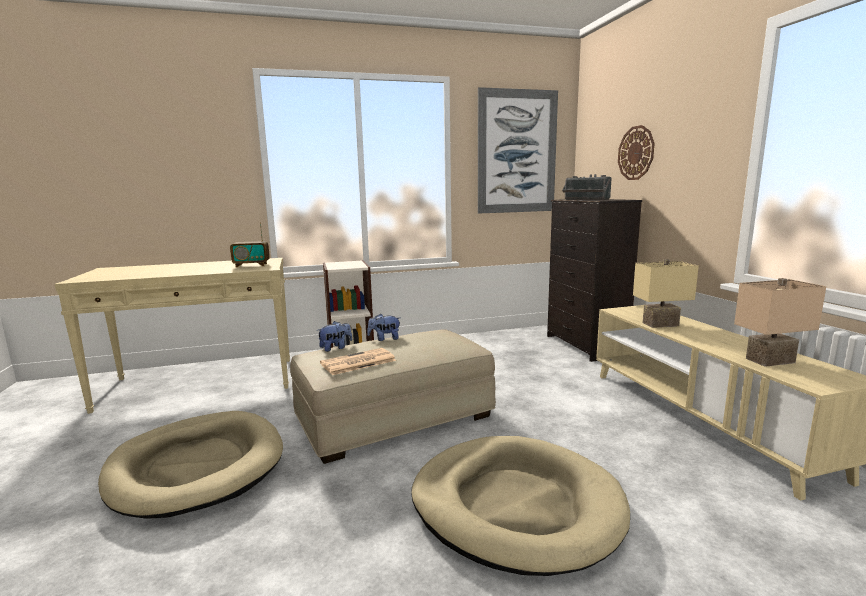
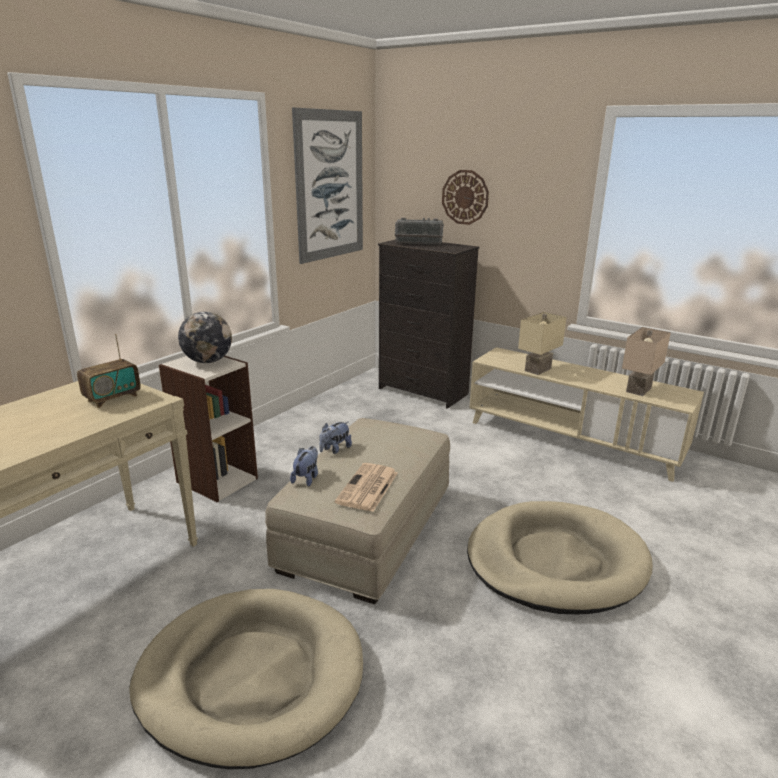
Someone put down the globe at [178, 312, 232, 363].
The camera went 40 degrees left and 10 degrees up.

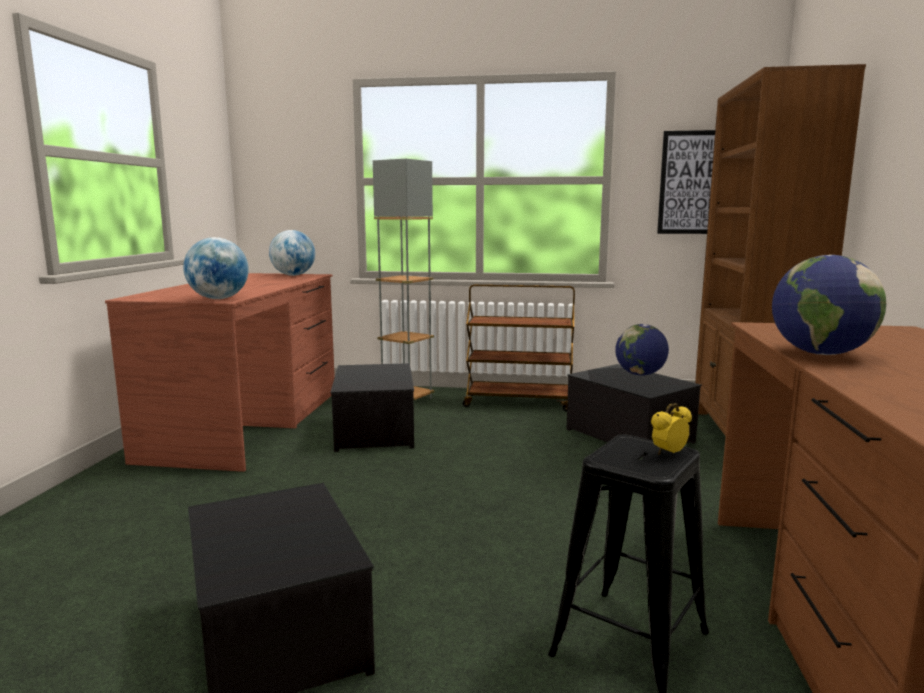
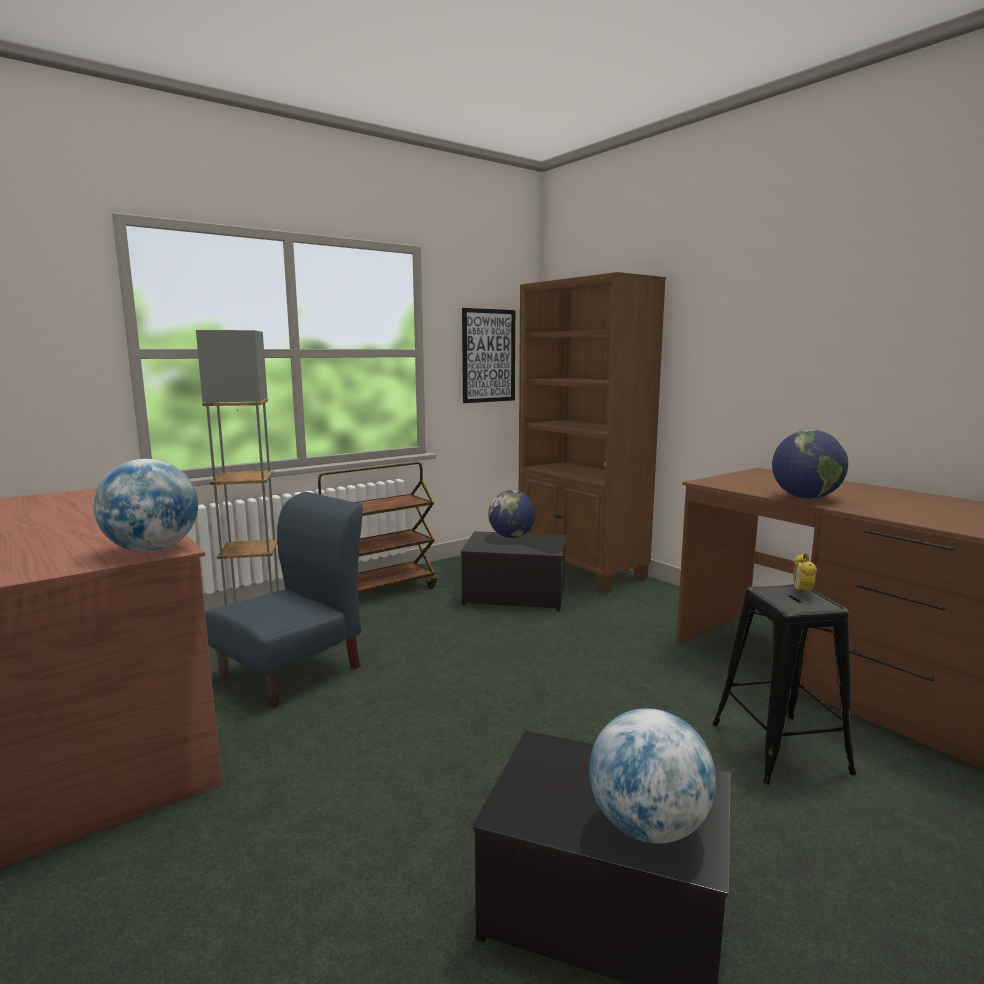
Someone swapped the boîte de rangement at [330, 363, 414, 452] for the chaise (bleu) at [205, 492, 363, 707].
Someone carried the globe from [269, 230, 315, 276] to [589, 708, 716, 844].
The camera went 45 degrees left and 0 degrees up.

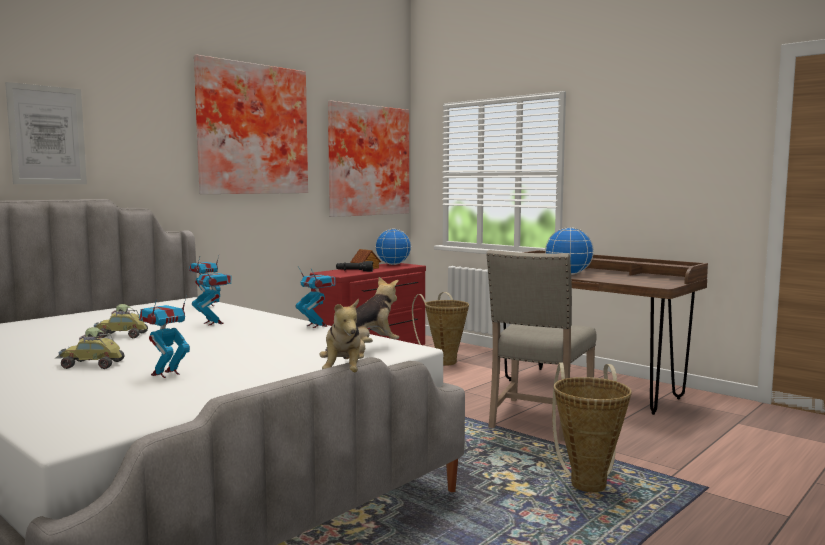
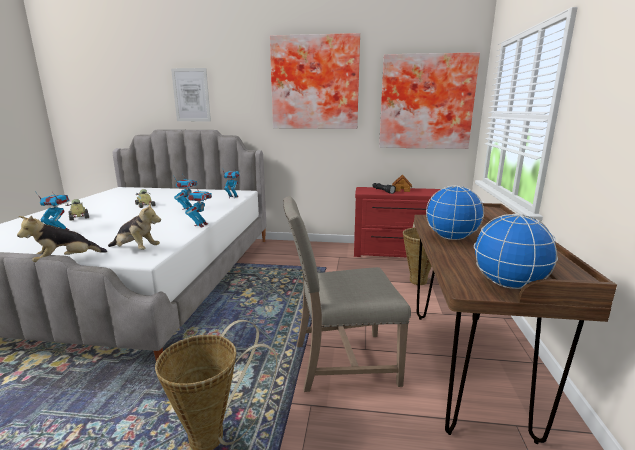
Someone carried the globe from [375, 229, 411, 265] to [474, 214, 558, 289].
The camera went 55 degrees right and 10 degrees up.

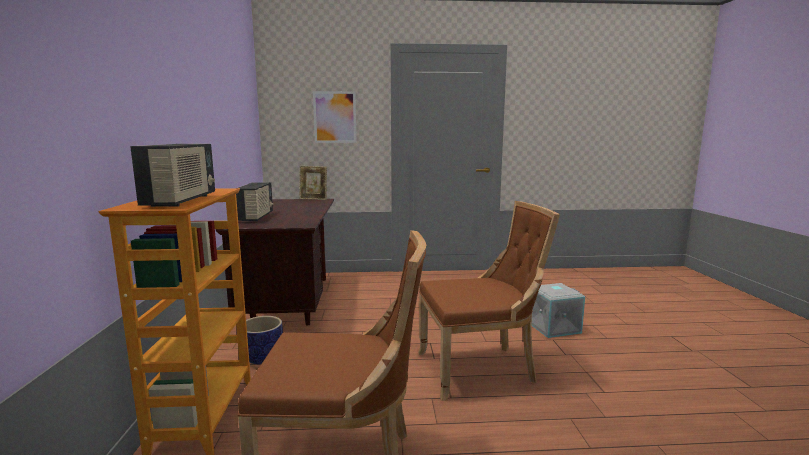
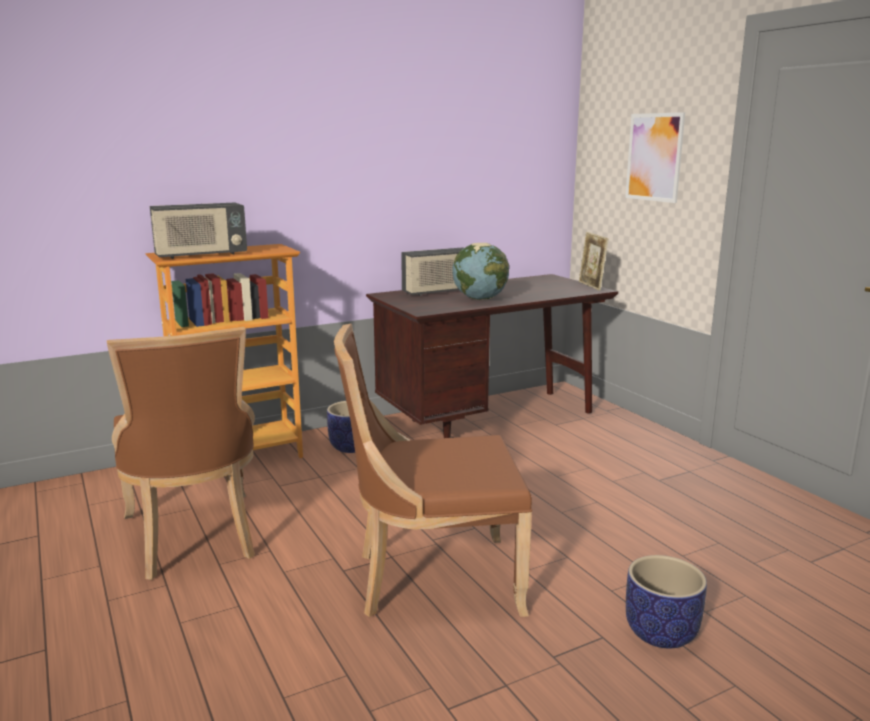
Someone rotated the chaise (marron) at [418, 201, 560, 401] by 120 degrees clockwise.
Someone put down the globe at [452, 243, 509, 300].
Someone swapped the boîte de rangement (gris) at [532, 283, 585, 338] for the cache-pot at [626, 555, 707, 648].
The camera went 65 degrees right and 5 degrees up.

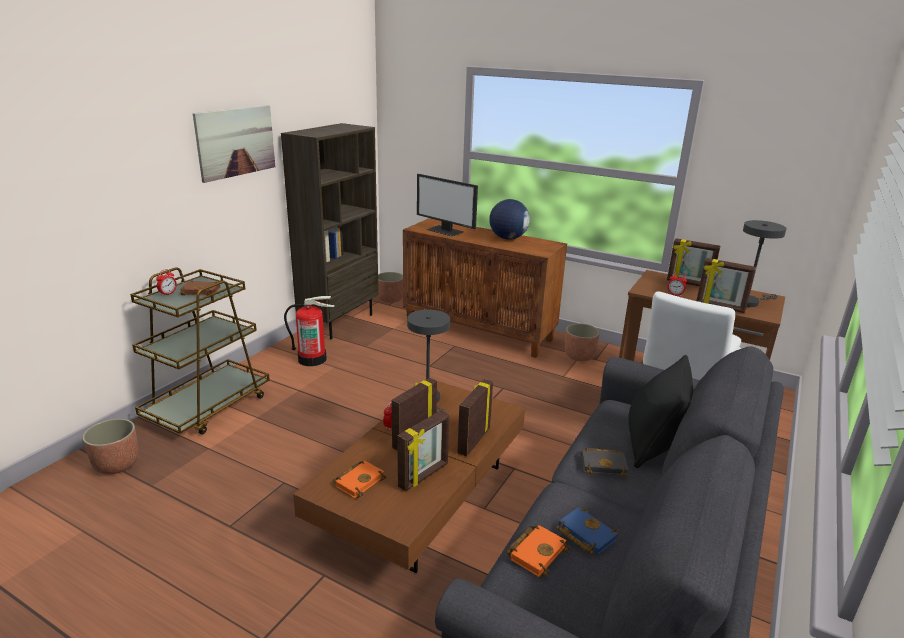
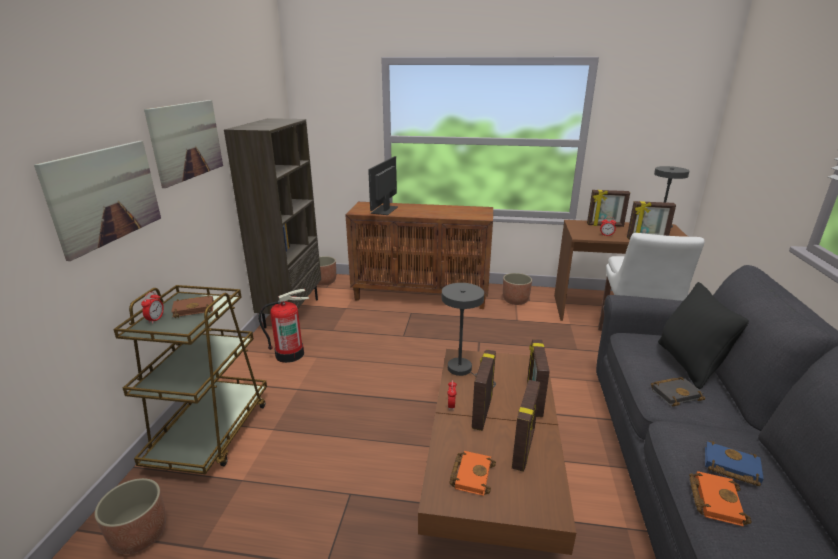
Someone put up the tableau at [34, 141, 161, 261].
Someone rotated the écran d'ordinateur at [417, 174, 478, 236] by 90 degrees clockwise.
Someone took away the globe at [489, 199, 530, 240].
The camera went 20 degrees left and 0 degrees up.

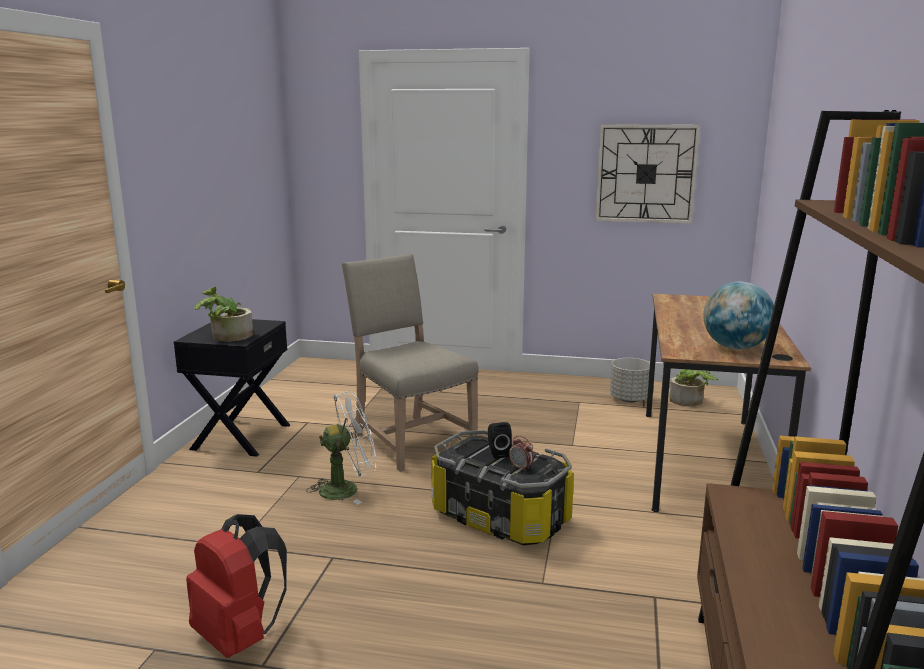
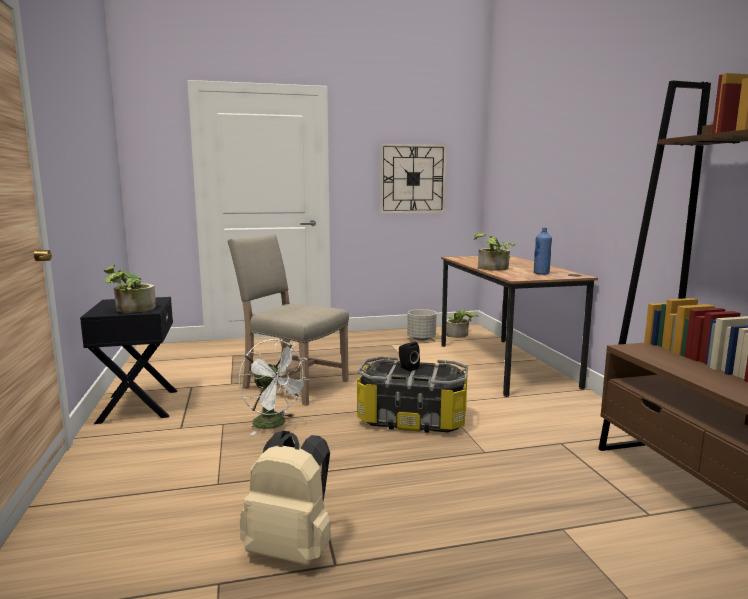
Someone rotated the ventilateur (blanc) at [306, 391, 376, 504] by 90 degrees clockwise.
Someone repainted the sac à dos (rouge) at [186, 514, 287, 658], which became the sac à dos (beige) at [240, 431, 331, 565].
Someone put down the plante en pot at [474, 233, 515, 271].
Someone swapped the globe at [703, 281, 774, 349] for the bouteille (bleu) at [534, 228, 552, 275].
Someone took away the réveil at [509, 435, 534, 472].
The camera went 25 degrees left and 5 degrees down.

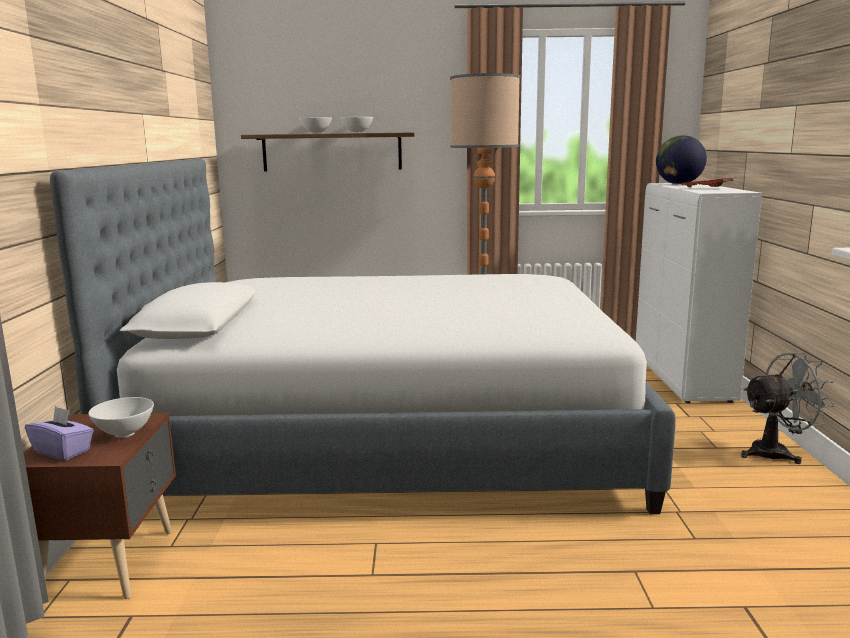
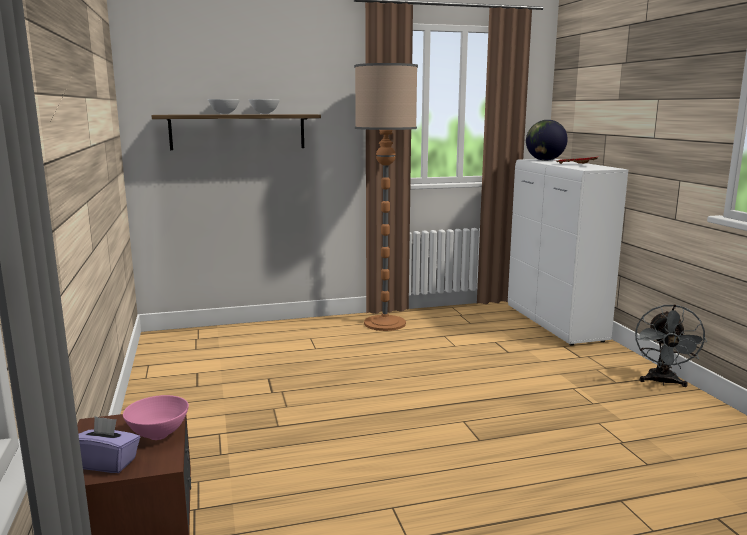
Someone repainted the bol (blanc) at [88, 397, 154, 438], which became the bol (rose) at [123, 395, 189, 440].
Someone rotated the ventilateur (gris) at [741, 352, 835, 464] by 135 degrees clockwise.
Someone took away the lit at [50, 158, 676, 514].
The camera went 15 degrees left and 0 degrees up.

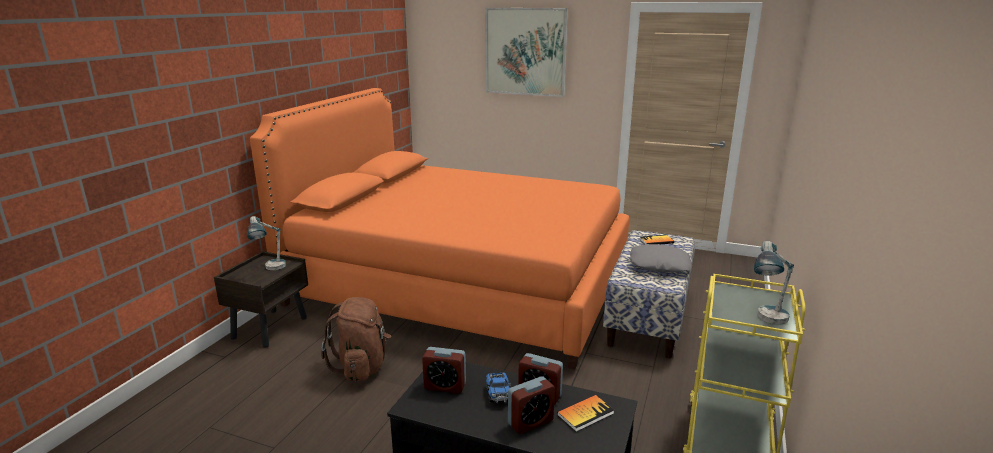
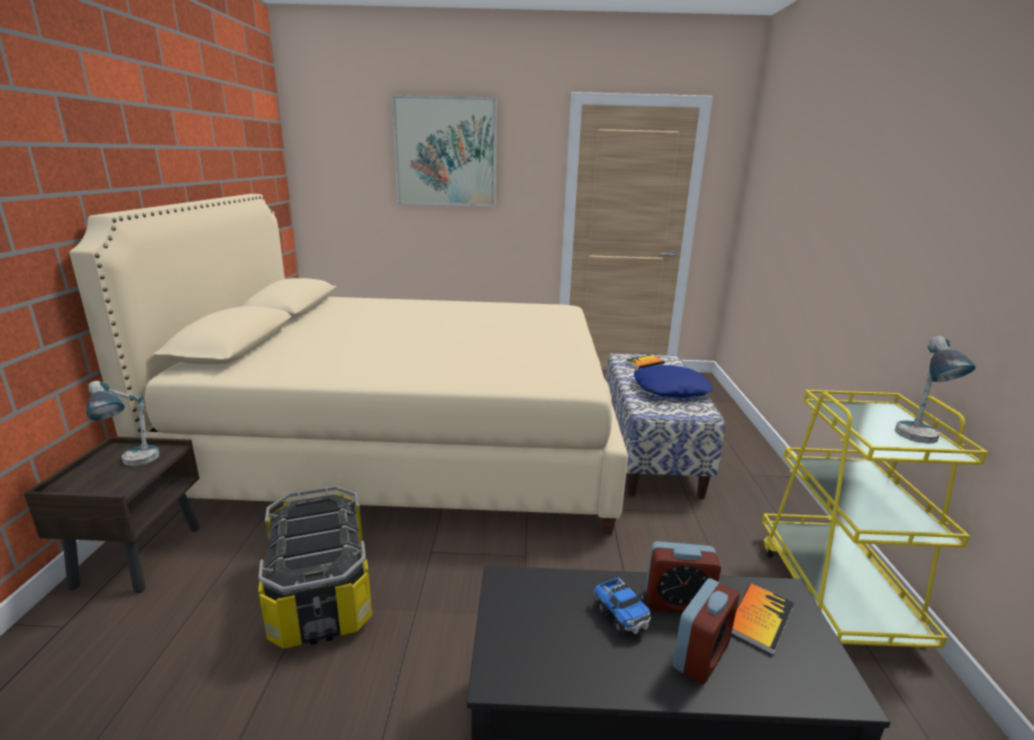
Someone repainted the lit (orange) at [250, 88, 629, 369], which became the lit (beige) at [70, 194, 628, 534].
Someone swapped the sac à dos (marron) at [321, 297, 391, 382] for the boîte de rangement at [258, 486, 372, 649].
Someone repainted the coussin (gris) at [630, 244, 692, 273], which became the coussin (bleu) at [634, 365, 712, 398].
Someone took away the réveil at [422, 347, 466, 394].
The camera went 20 degrees left and 0 degrees up.

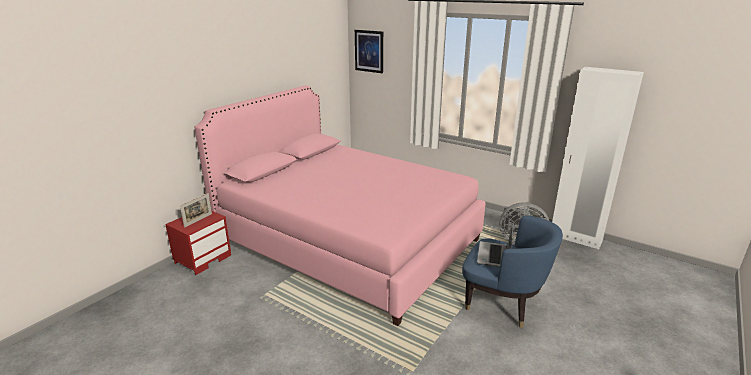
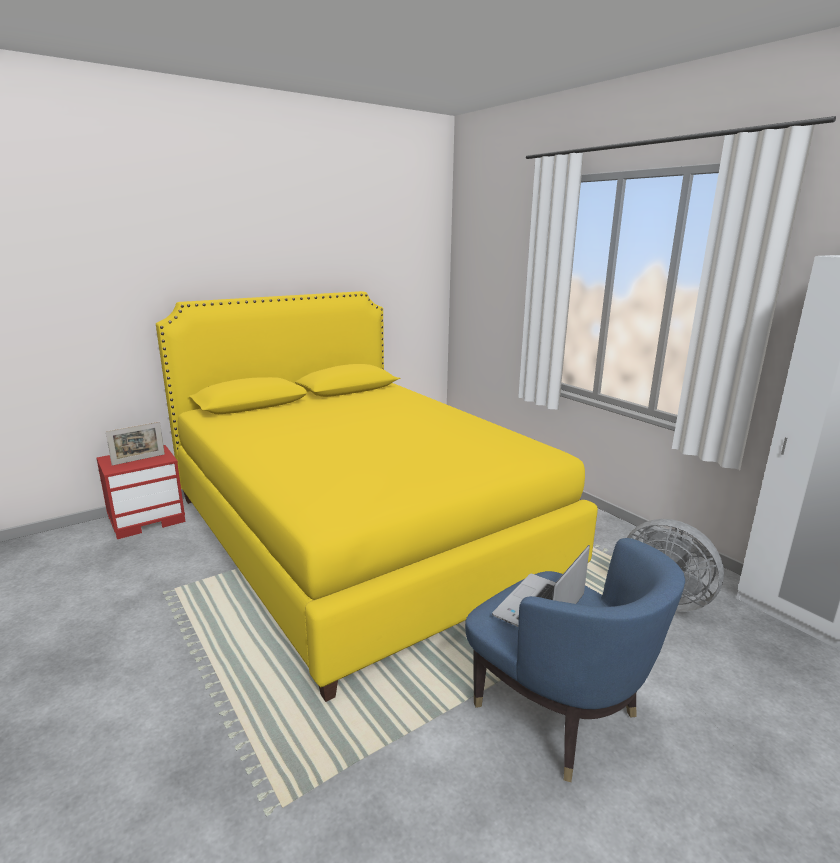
Someone repainted the lit (rose) at [195, 86, 486, 326], which became the lit (jaune) at [156, 291, 598, 702].
Someone took away the tableau at [355, 30, 383, 73].
The camera went 20 degrees right and 5 degrees down.

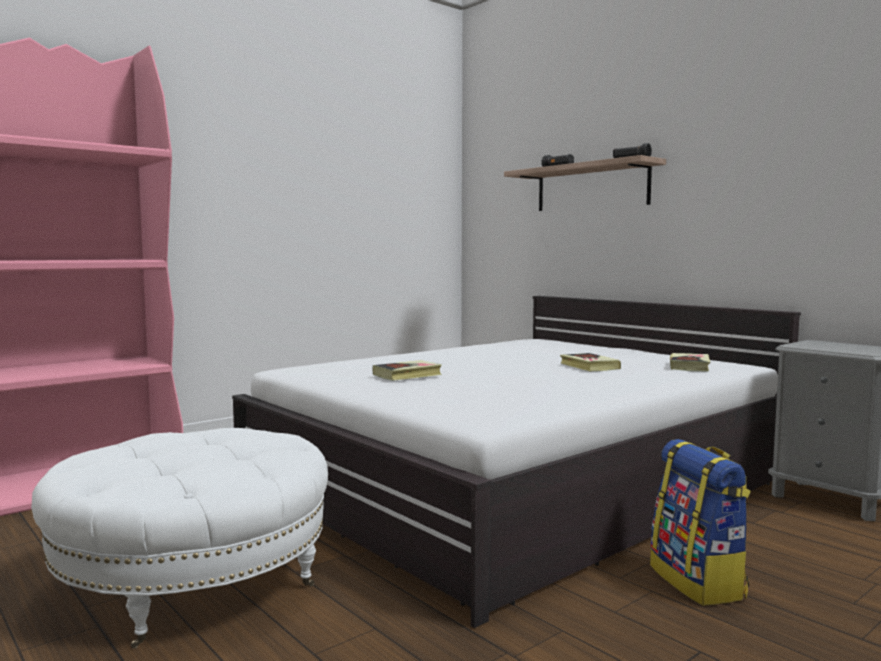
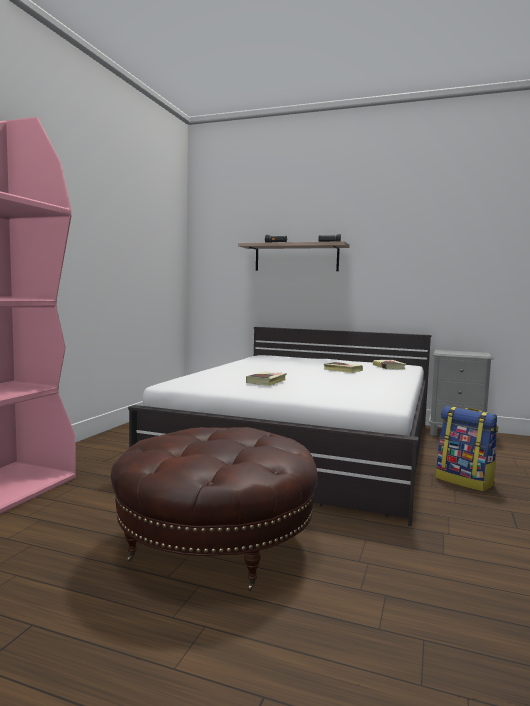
Someone repainted the pouf (blanc) at [31, 428, 328, 648], which became the pouf (marron) at [111, 427, 318, 590].
The camera went 30 degrees left and 0 degrees up.

